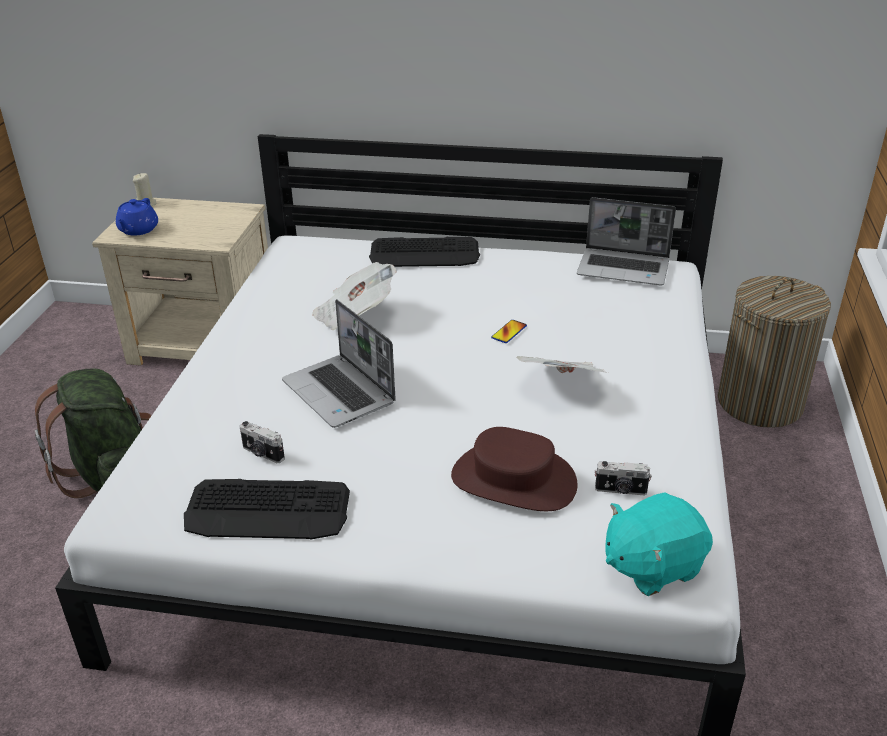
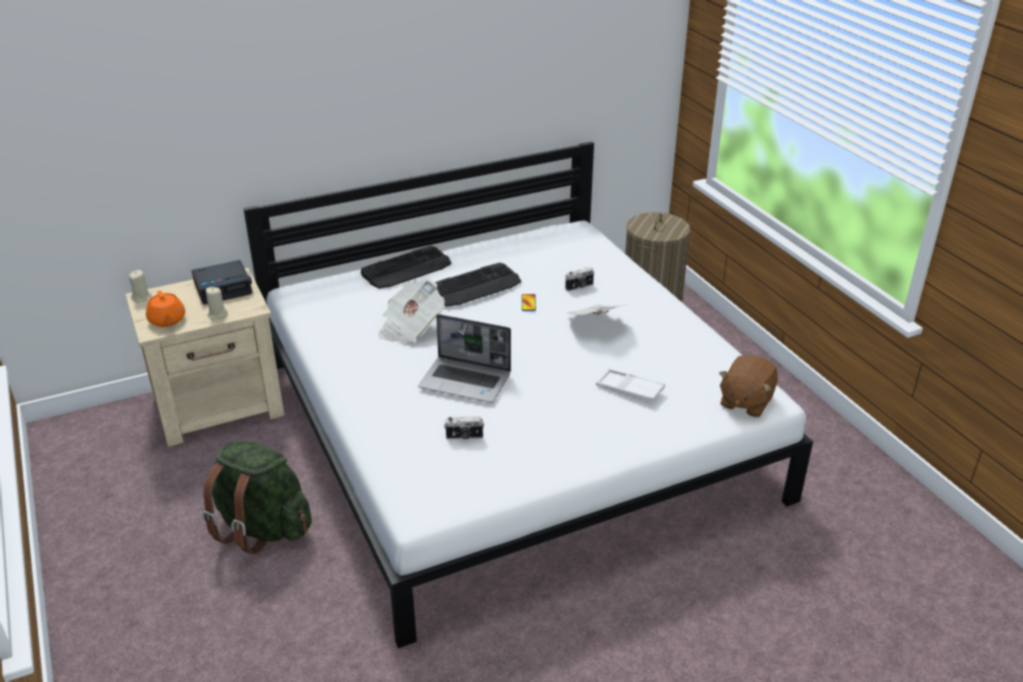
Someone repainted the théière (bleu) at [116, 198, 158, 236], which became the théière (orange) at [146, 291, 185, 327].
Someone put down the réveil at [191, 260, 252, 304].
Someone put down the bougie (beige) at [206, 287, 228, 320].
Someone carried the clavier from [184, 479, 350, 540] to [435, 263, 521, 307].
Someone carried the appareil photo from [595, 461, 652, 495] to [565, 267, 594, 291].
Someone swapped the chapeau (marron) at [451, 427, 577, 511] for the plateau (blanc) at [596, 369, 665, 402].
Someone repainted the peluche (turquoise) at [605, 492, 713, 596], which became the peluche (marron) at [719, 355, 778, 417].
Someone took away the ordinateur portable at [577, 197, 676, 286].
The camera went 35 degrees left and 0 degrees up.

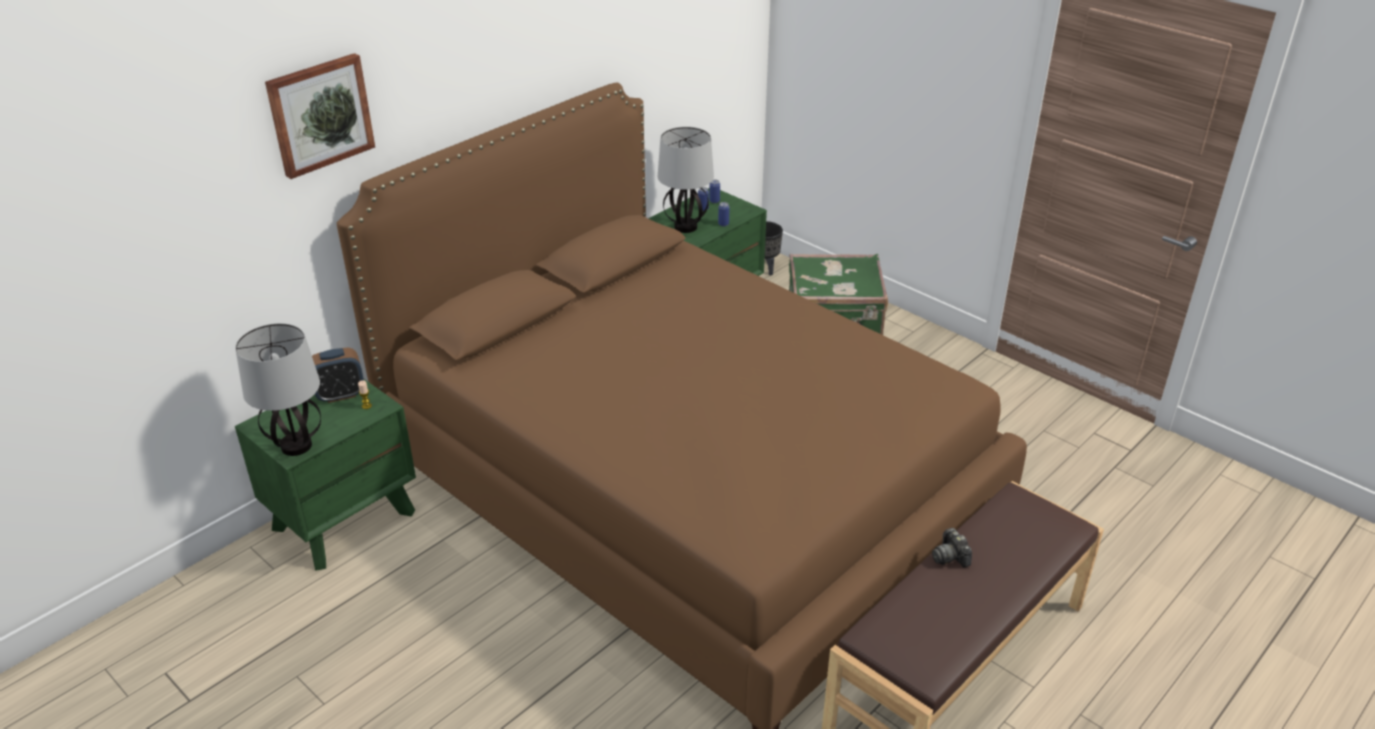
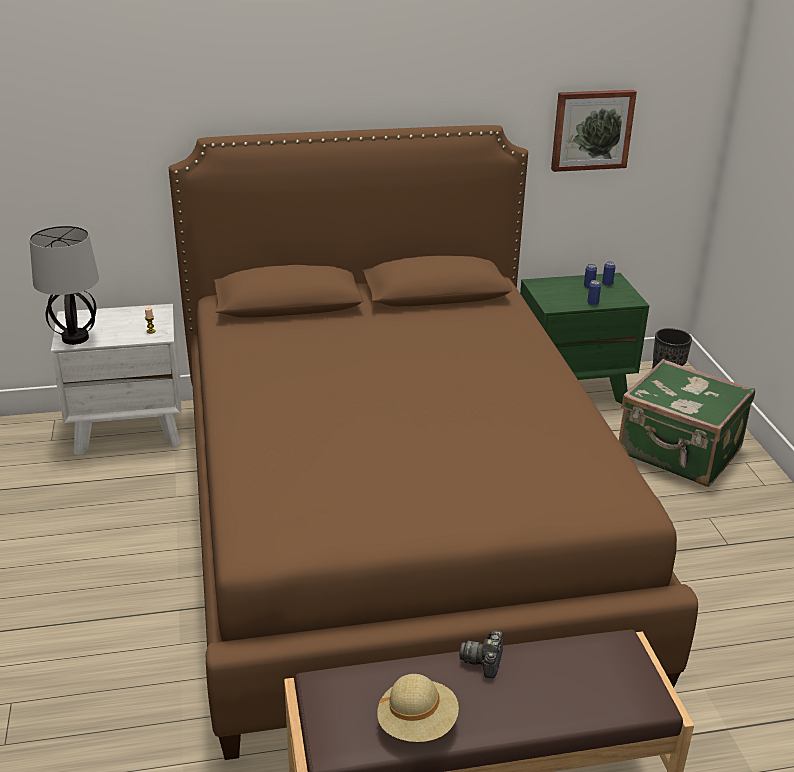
Someone repainted the table de chevet (vert) at [235, 379, 416, 571], which became the table de chevet (blanc) at [51, 304, 181, 455].
Someone put down the chapeau (beige) at [377, 674, 459, 742].
Someone carried the tableau from [265, 53, 375, 179] to [551, 90, 637, 172].
Someone took away the réveil at [312, 348, 364, 403].
Someone took away the lampe de table at [658, 127, 714, 233].
The camera went 35 degrees right and 5 degrees down.

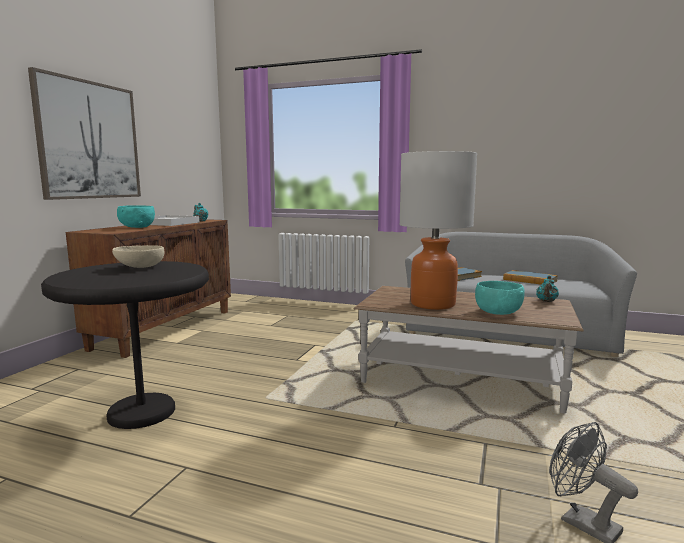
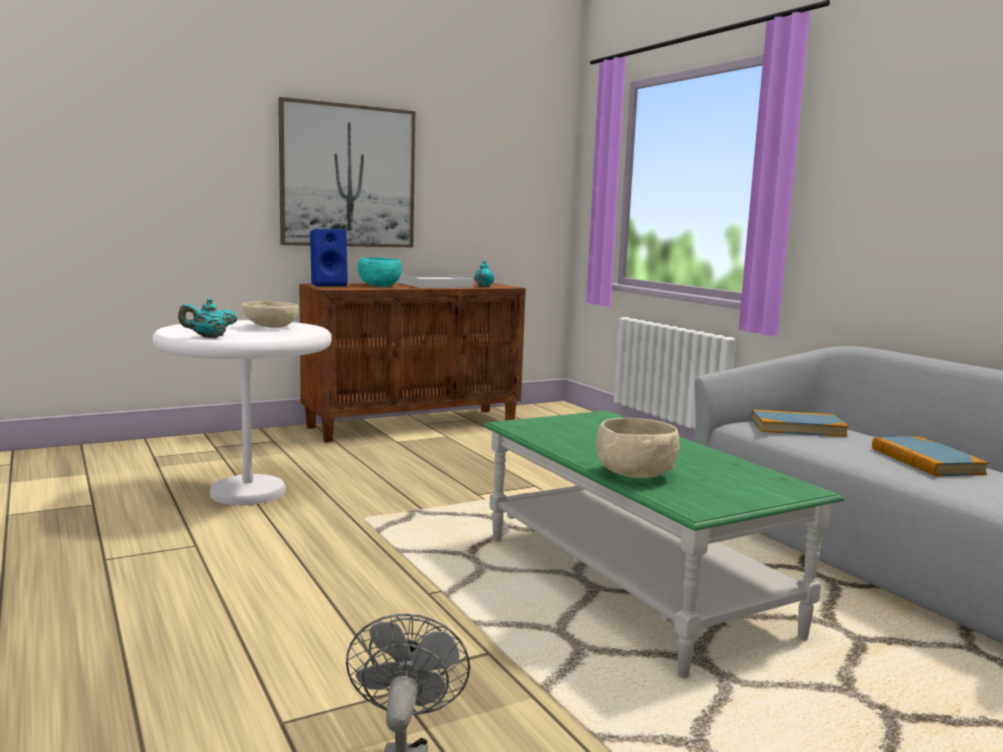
Someone repainted the table d'appoint (noir) at [41, 261, 209, 429], which became the table d'appoint (blanc) at [153, 320, 332, 505].
Someone carried the théière (turquoise) from [536, 276, 559, 302] to [178, 298, 237, 338].
Someone put down the enceinte (bleu) at [310, 229, 348, 287].
Someone repainted the table basse (marron) at [354, 286, 584, 414], which became the table basse (vert) at [484, 411, 844, 678].
Someone repainted the bol (turquoise) at [475, 281, 525, 315], which became the bol (beige) at [596, 418, 680, 478].
Someone took away the lampe de table at [399, 151, 477, 310].
The camera went 40 degrees right and 0 degrees up.

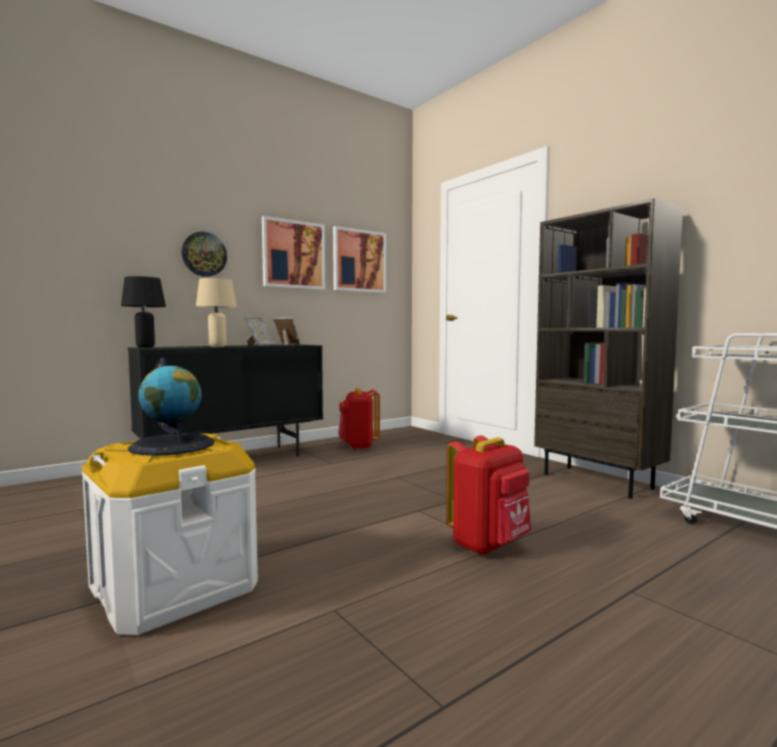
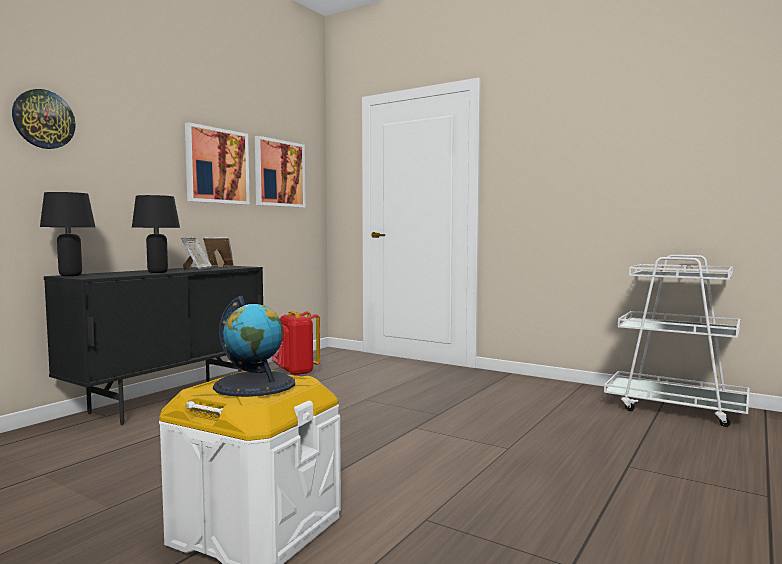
Someone carried the horloge murale from [181, 232, 227, 277] to [12, 89, 76, 149].
Someone repainted the lampe de table (beige) at [196, 278, 237, 347], which became the lampe de table (noir) at [132, 195, 180, 273].
Someone took away the sac à dos (rouge) at [447, 435, 531, 555].
Someone took away the bibliothèque (marron) at [534, 198, 683, 498].
The camera went 20 degrees left and 0 degrees up.

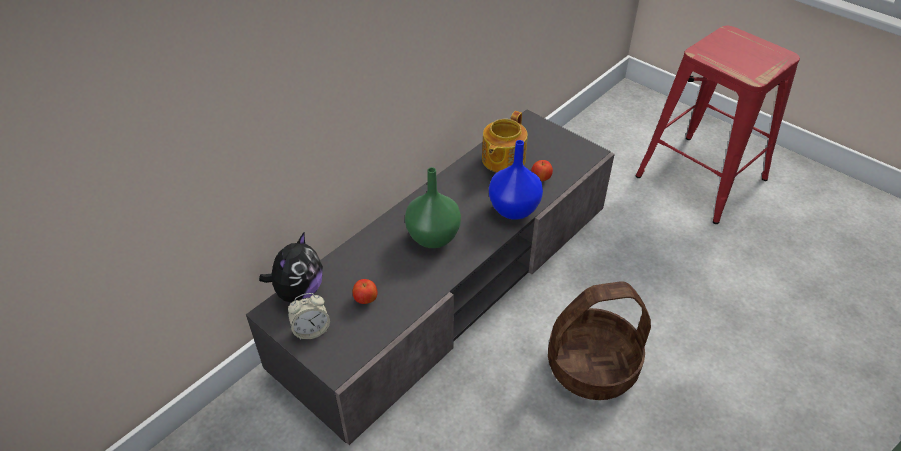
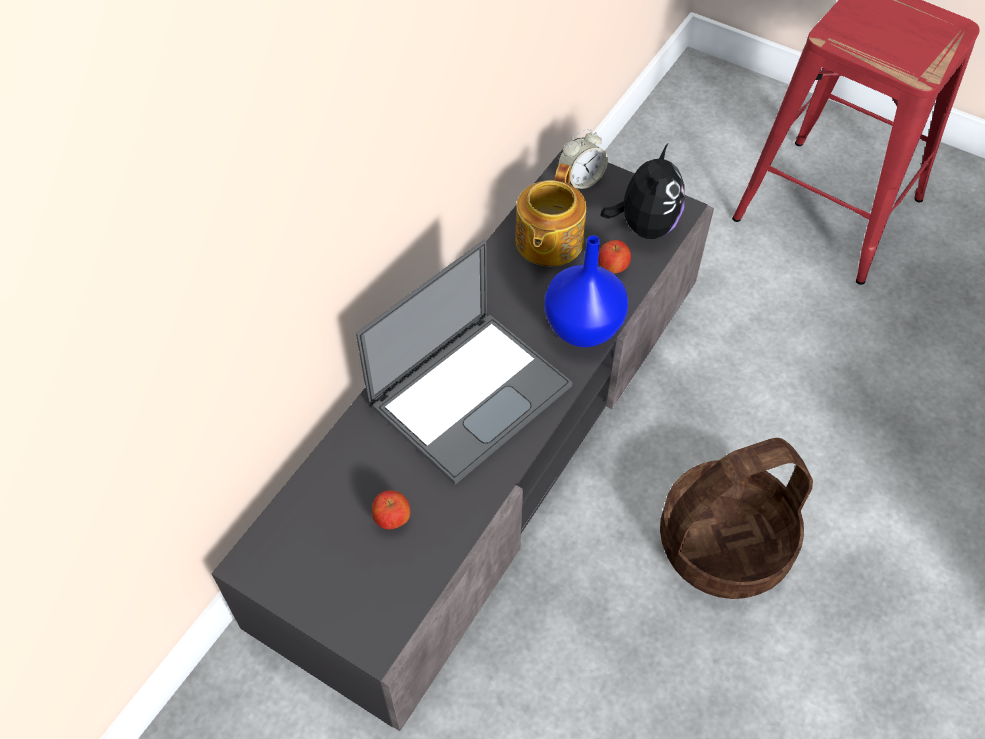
Someone swapped the vase (vert) at [405, 167, 461, 248] for the ordinateur portable at [356, 239, 572, 485].
Someone carried the réveil from [288, 293, 330, 340] to [558, 129, 608, 189].
Someone carried the peluche from [259, 232, 323, 303] to [601, 144, 685, 239].
The camera went 10 degrees left and 10 degrees up.

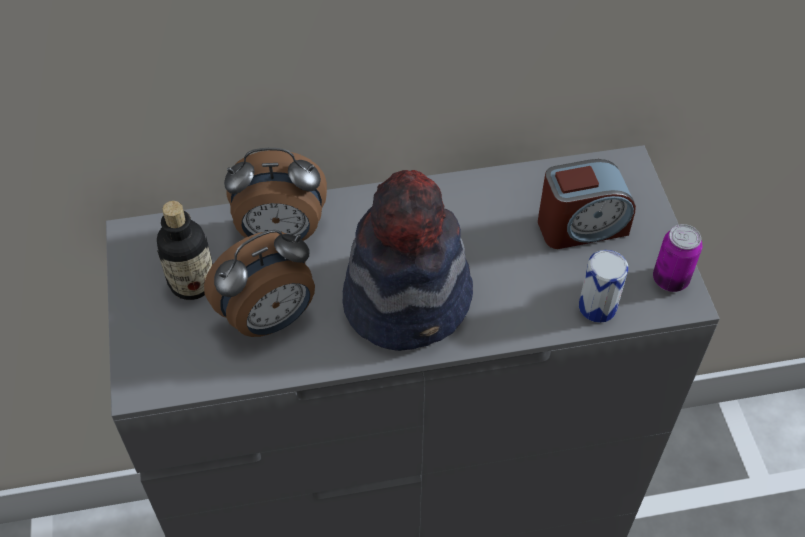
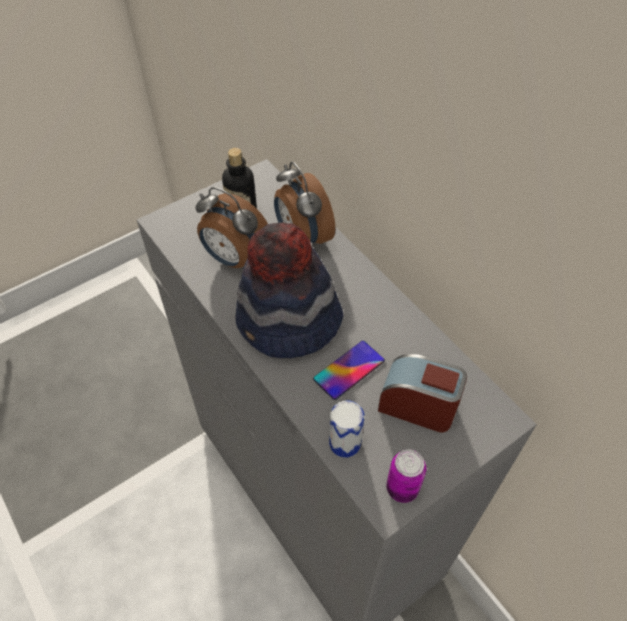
Someone put down the téléphone at [313, 341, 385, 400].
Someone rotated the réveil at [538, 159, 636, 249] by 150 degrees clockwise.
The camera went 65 degrees right and 0 degrees up.

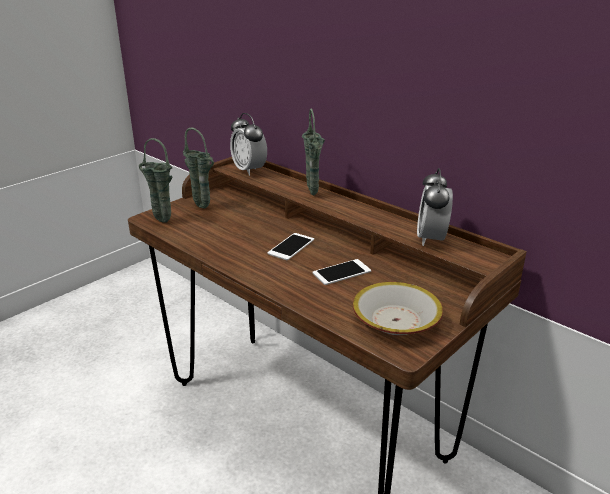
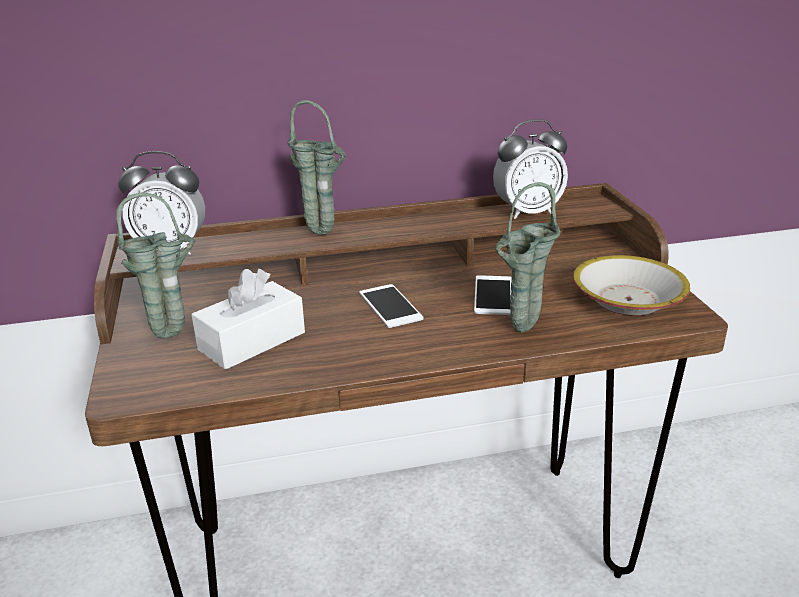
Someone put down the boîte à mouchoirs (blanc) at [192, 269, 305, 370].
Someone rotated the réveil at [417, 168, 453, 246] by 60 degrees counterclockwise.
Someone carried the vase (vert) from [139, 138, 172, 223] to [495, 182, 560, 333].
The camera went 55 degrees left and 0 degrees up.

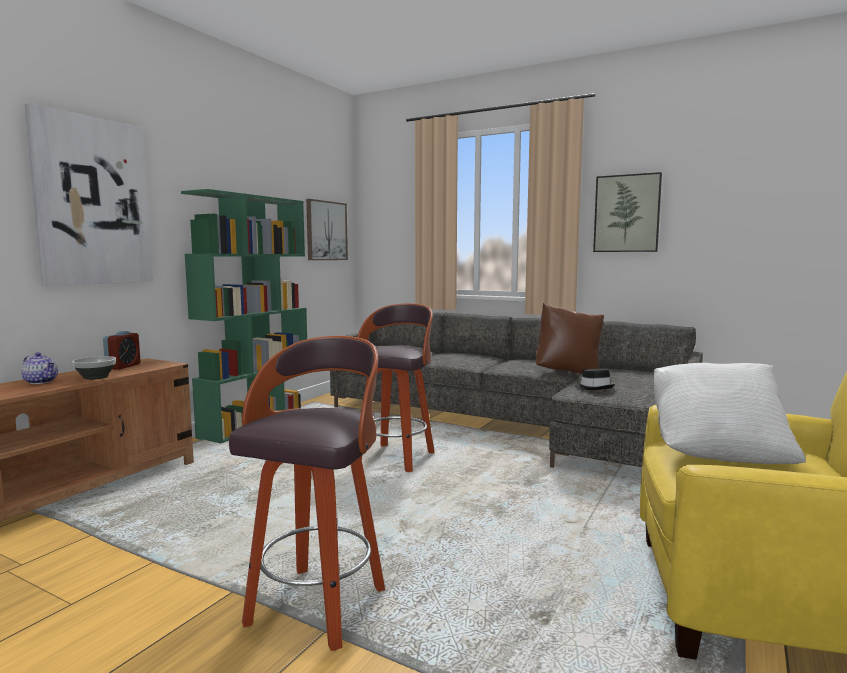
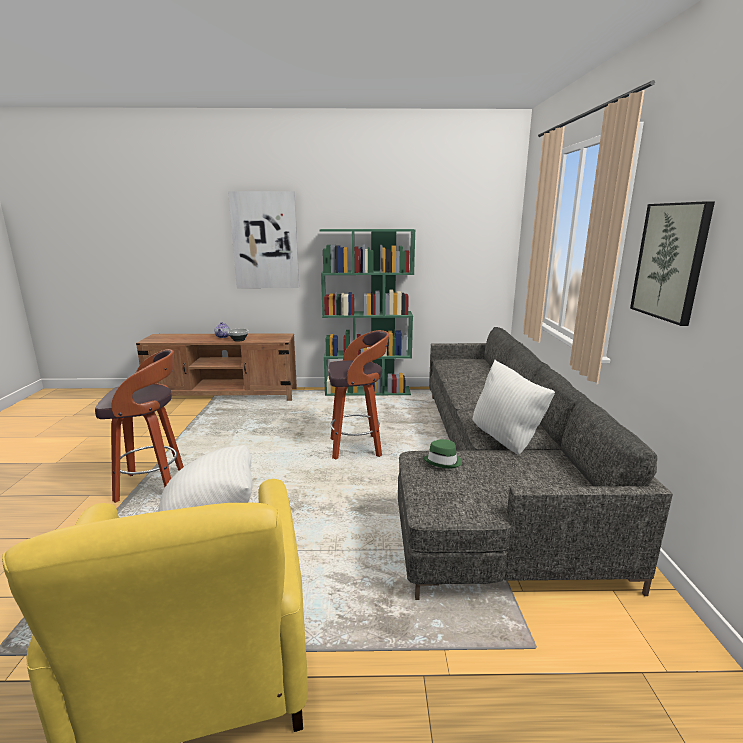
Someone repainted the chapeau (noir) at [575, 369, 615, 390], which became the chapeau (vert) at [423, 439, 462, 469].
Someone repainted the coussin (marron) at [536, 303, 604, 374], which became the coussin (blanc) at [472, 360, 555, 455].
Someone took away the réveil at [103, 331, 140, 370].
Someone took away the tableau at [306, 199, 348, 260].
The camera went 60 degrees right and 10 degrees up.

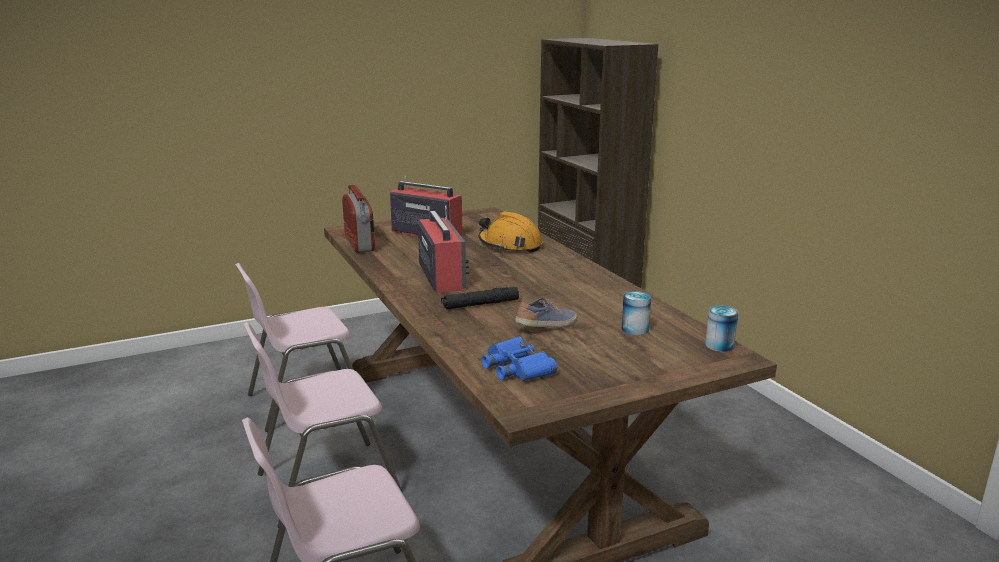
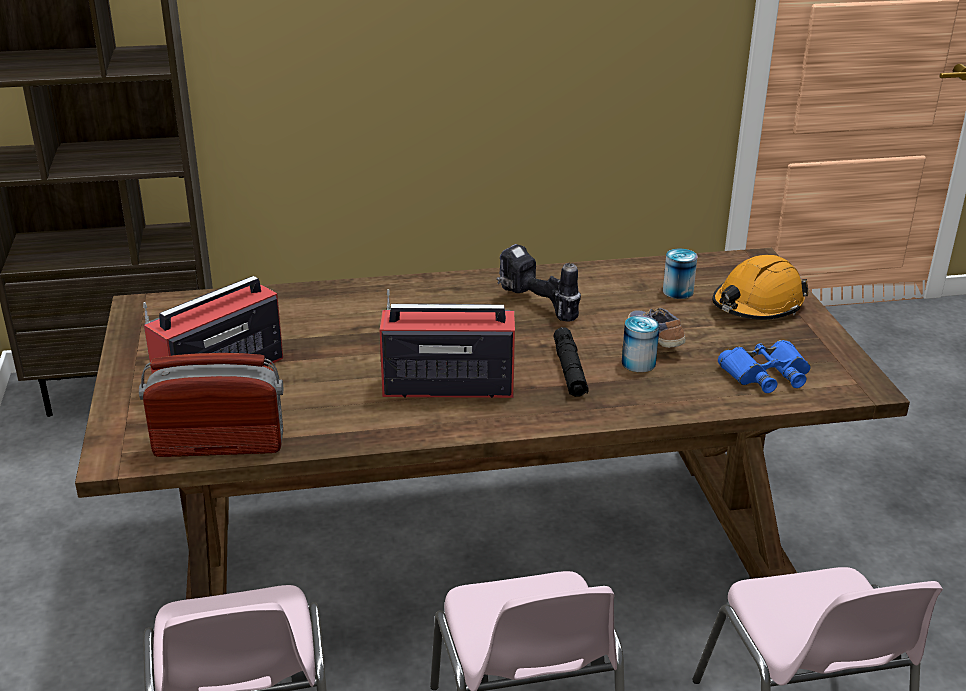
Someone put down the perceuse at [496, 244, 581, 322].
Someone carried the boîte métallique from [705, 306, 738, 352] to [622, 316, 660, 372].
Someone carried the casque de chantier (orange) from [479, 211, 543, 253] to [712, 255, 808, 320].
The camera went 75 degrees left and 10 degrees up.

